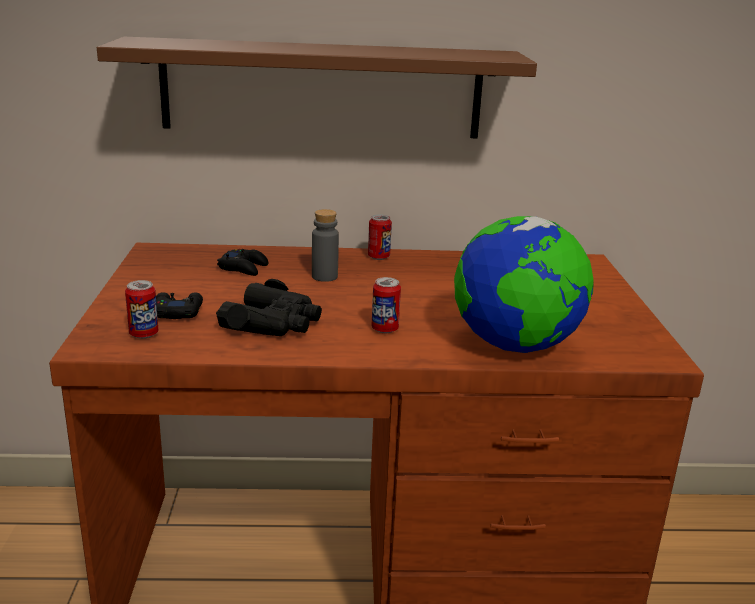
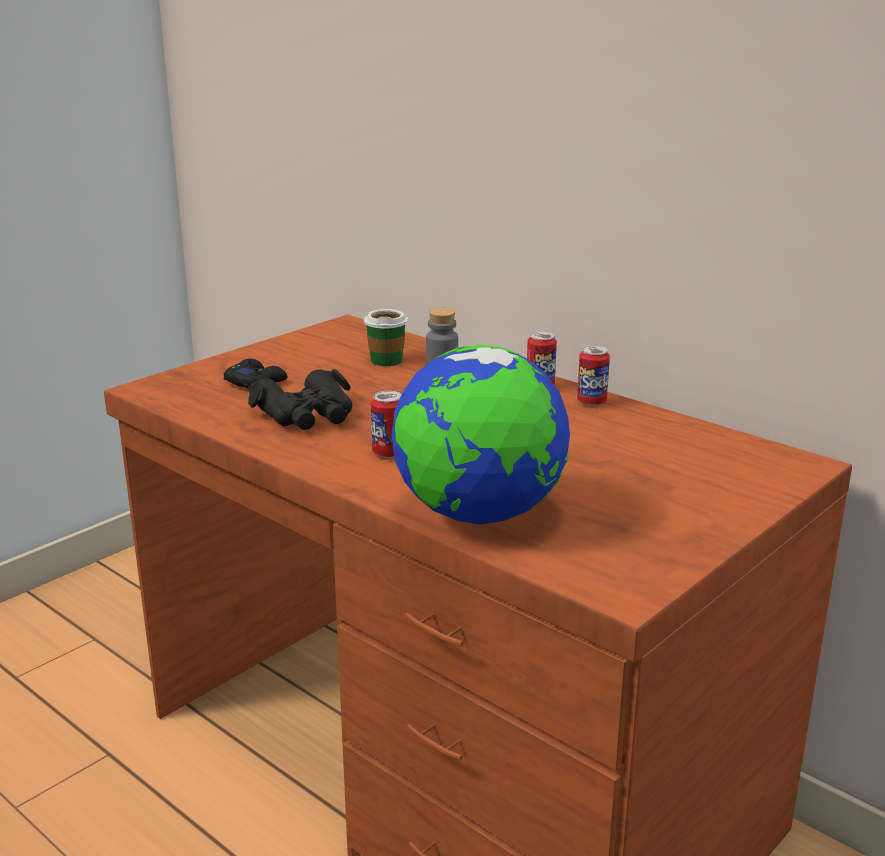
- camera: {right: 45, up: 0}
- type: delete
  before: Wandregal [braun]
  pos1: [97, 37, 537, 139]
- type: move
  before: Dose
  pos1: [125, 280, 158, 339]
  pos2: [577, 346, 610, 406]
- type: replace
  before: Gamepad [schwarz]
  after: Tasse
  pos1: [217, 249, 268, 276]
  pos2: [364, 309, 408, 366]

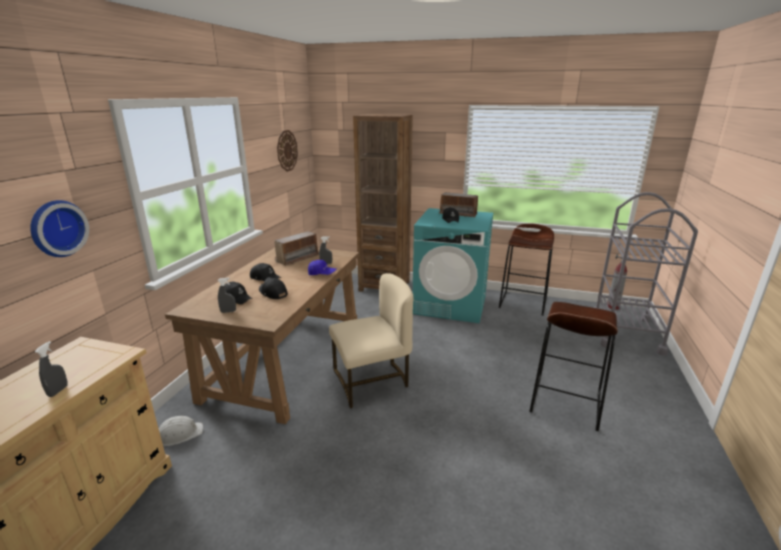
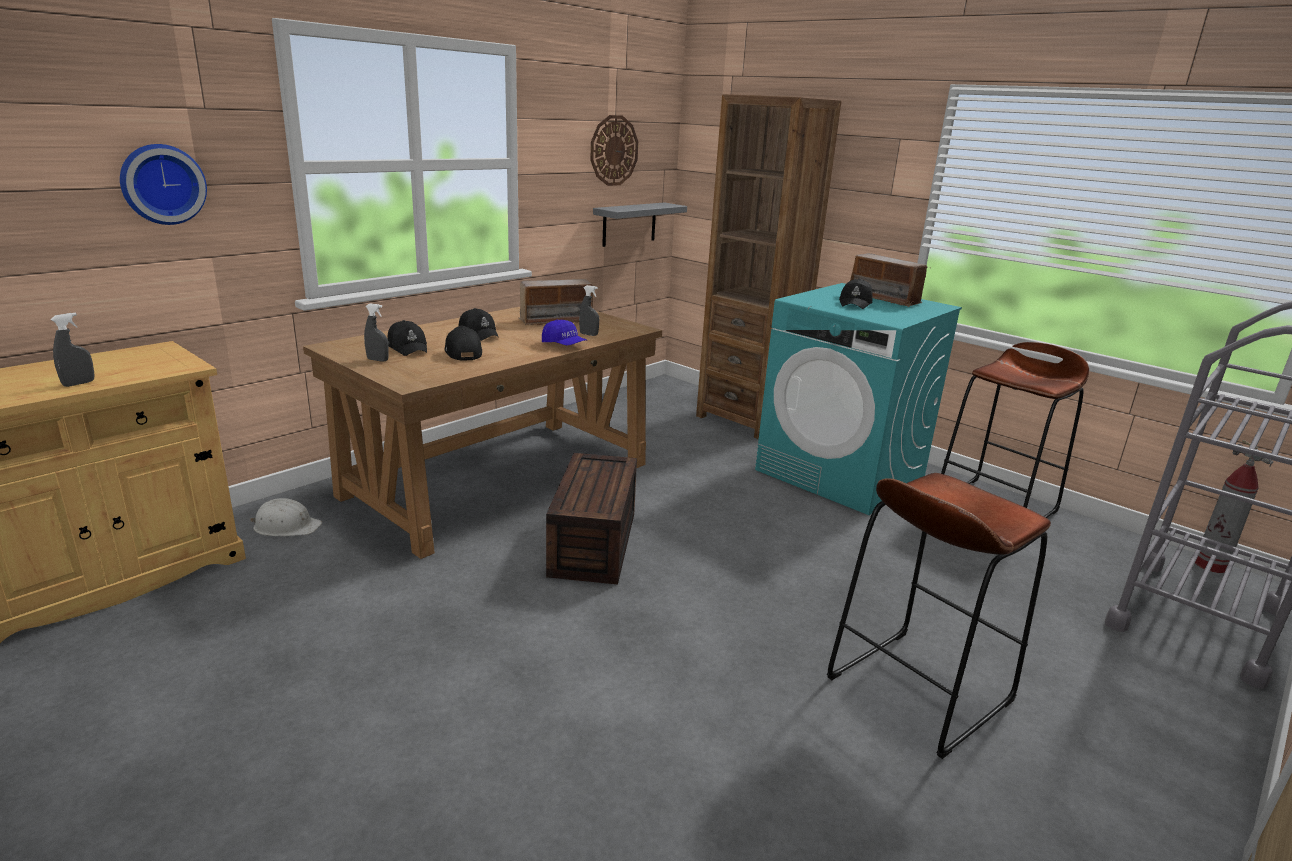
- camera: {right: 25, up: 0}
- type: replace
  before: Stuhl [beige]
  after: Aufbewahrungsbox [braun]
  pos1: [329, 273, 413, 408]
  pos2: [546, 453, 637, 584]
- type: insert
  after: Wandregal [grau]
  pos2: [593, 203, 687, 247]

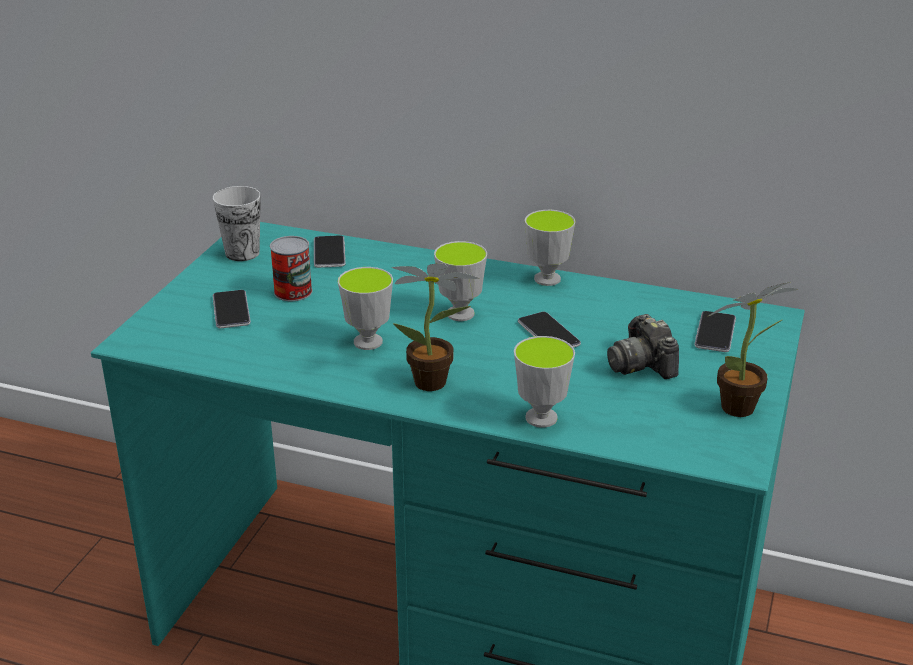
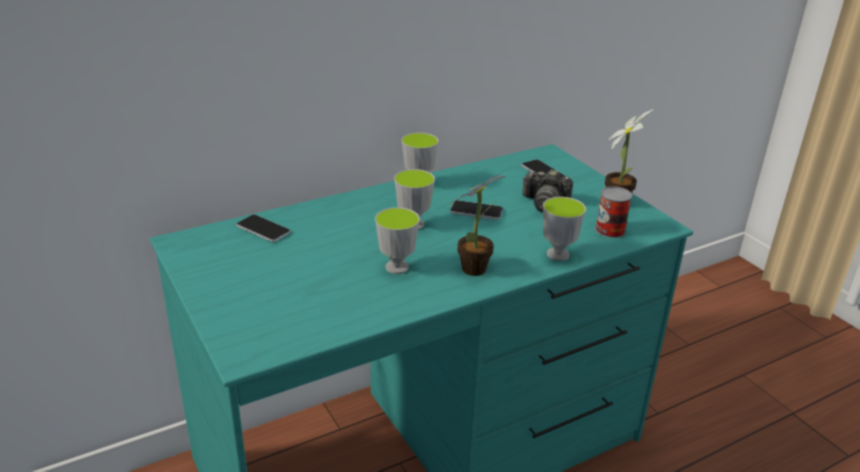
- camera: {right: -50, up: 0}
- type: delete
  before: Tasse
  pos1: [213, 186, 261, 261]
- type: delete
  before: Handy
  pos1: [213, 290, 251, 328]
- type: move
  before: Dose
  pos1: [270, 236, 312, 301]
  pos2: [595, 186, 632, 238]

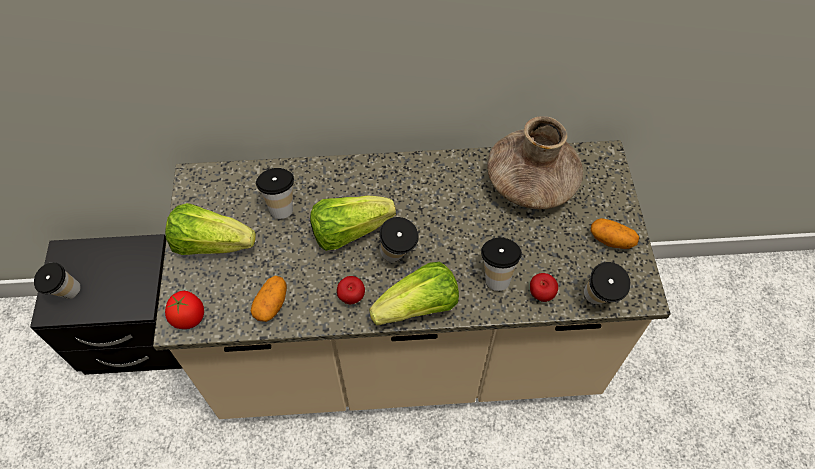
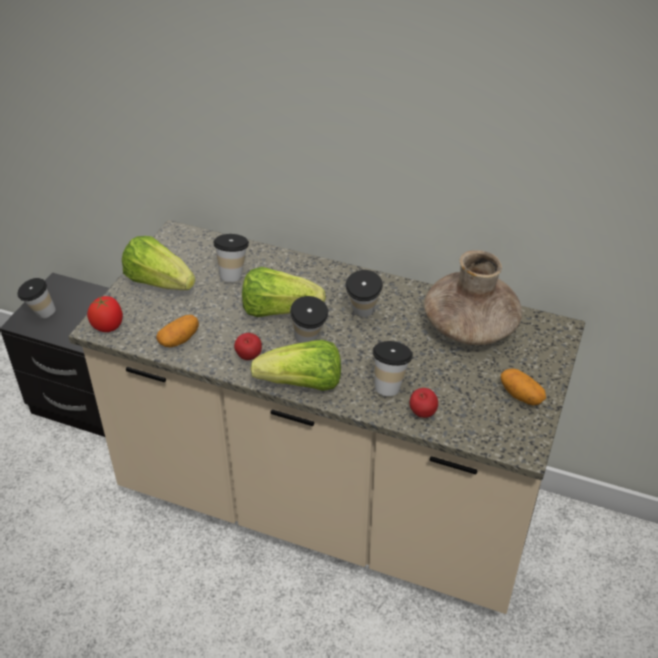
- camera: {right: 25, up: -15}
- type: move
  before: Tasse
  pos1: [584, 262, 631, 305]
  pos2: [345, 270, 383, 317]

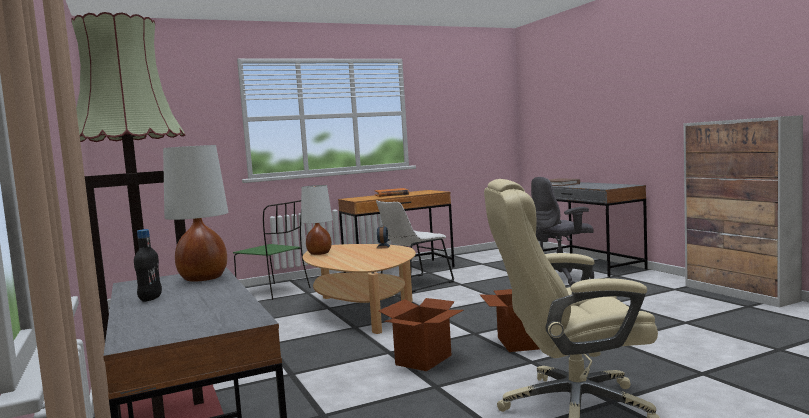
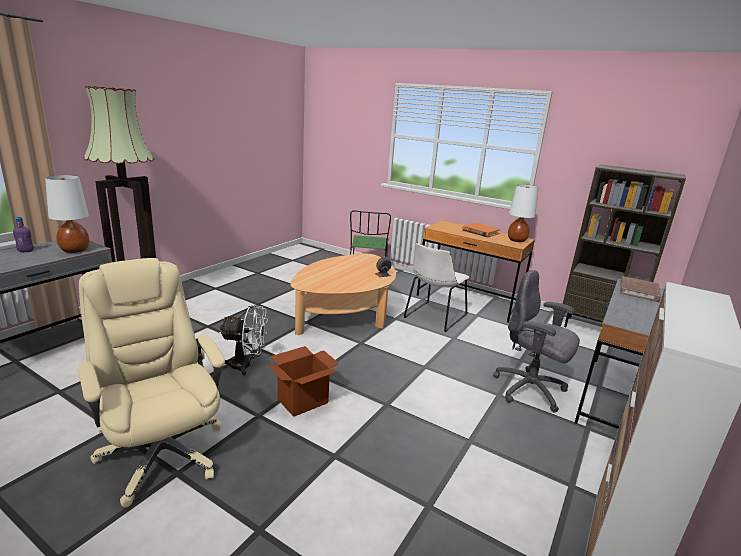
- camera: {right: 55, up: 15}
- type: recolor
  before: Flasche [schwarz]
  after: Flasche [lila]
  pos1: [134, 229, 162, 302]
  pos2: [13, 217, 34, 252]
- type: move
  before: Tischlampe [weiß]
  pos1: [301, 185, 333, 255]
  pos2: [508, 184, 539, 242]
- type: rotate
  before: Stuhl [weiß]
  pos1: [376, 200, 454, 293]
  pos2: [404, 243, 470, 332]
  turn: -75
- type: replace
  before: Karton
  after: Ventilator [weiß]
  pos1: [378, 298, 464, 371]
  pos2: [219, 305, 268, 375]
- type: insert
  after: Bücherregal [braun]
  pos2: [563, 164, 686, 327]

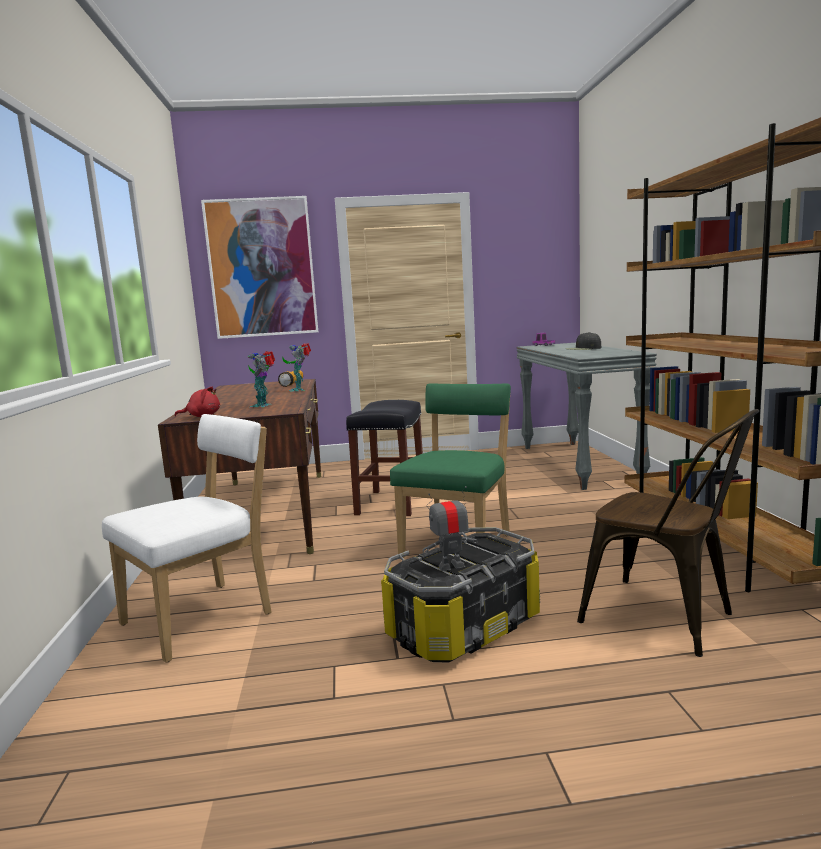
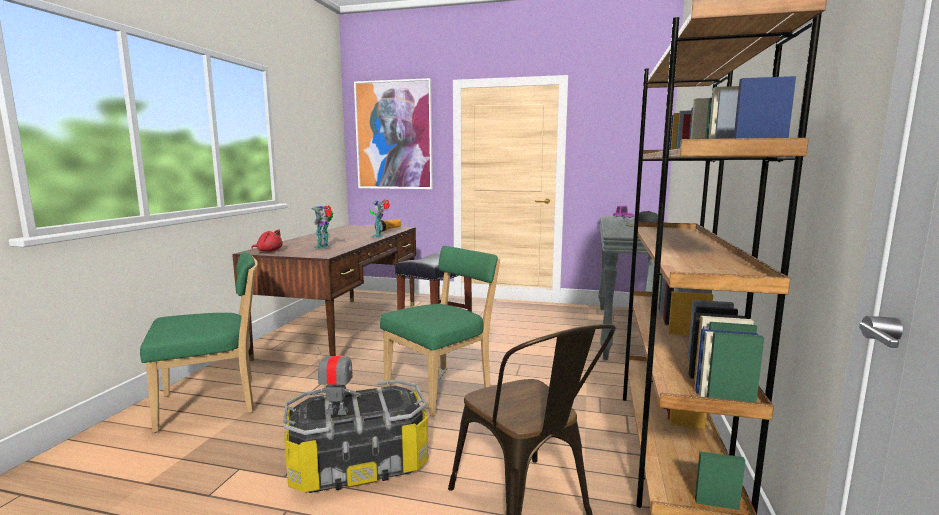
- camera: {right: 20, up: 0}
- type: recolor
  before: Stuhl [weiß]
  after: Stuhl [grün]
  pos1: [102, 414, 272, 663]
  pos2: [140, 252, 258, 433]

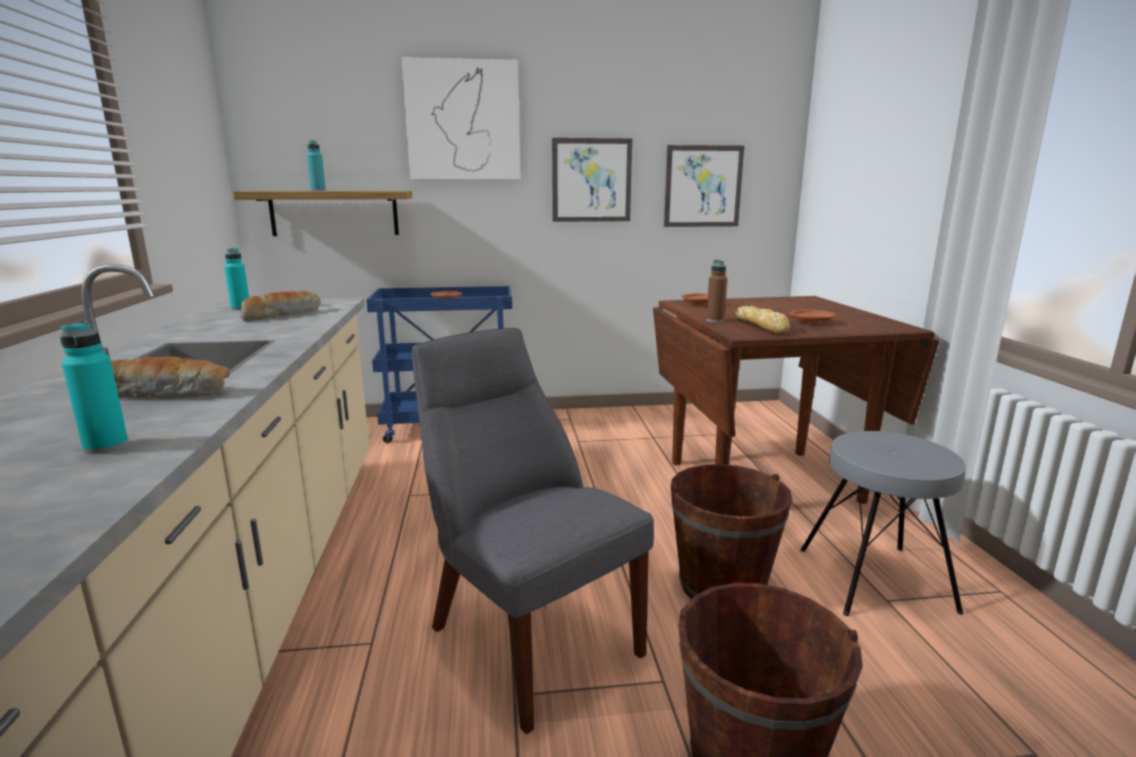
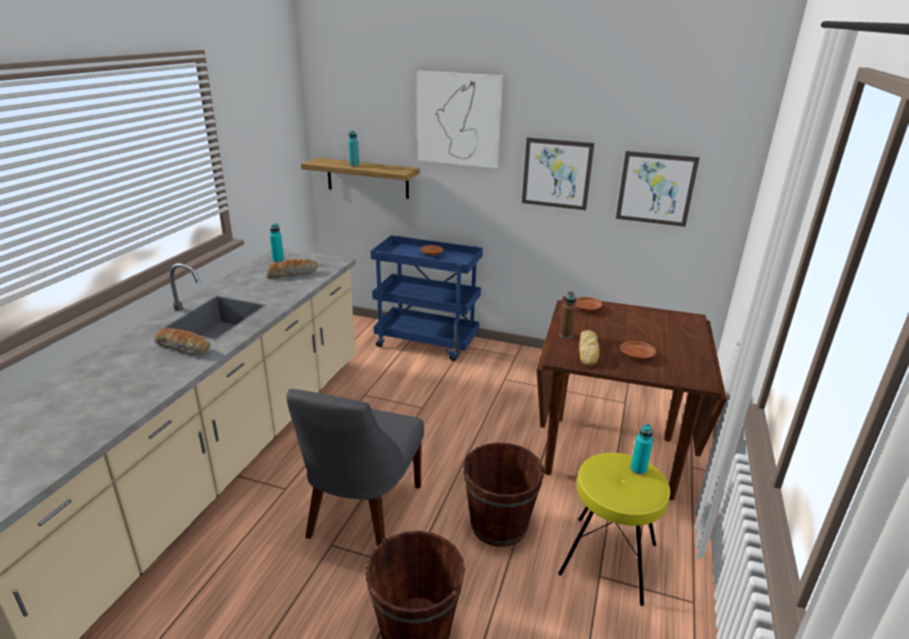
- camera: {right: 25, up: 10}
- type: move
  before: Flasche [türkis]
  pos1: [60, 322, 129, 454]
  pos2: [630, 423, 653, 475]
- type: rotate
  before: Stuhl [grau]
  pos1: [412, 328, 654, 734]
  pos2: [286, 389, 424, 546]
  turn: -150
- type: recolor
  before: Hocker [grau]
  after: Hocker [gelb]
  pos1: [800, 431, 966, 616]
  pos2: [558, 453, 670, 606]

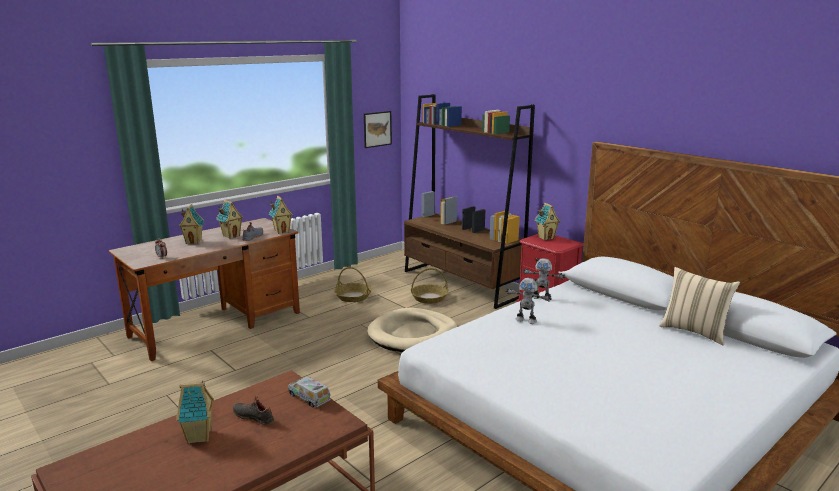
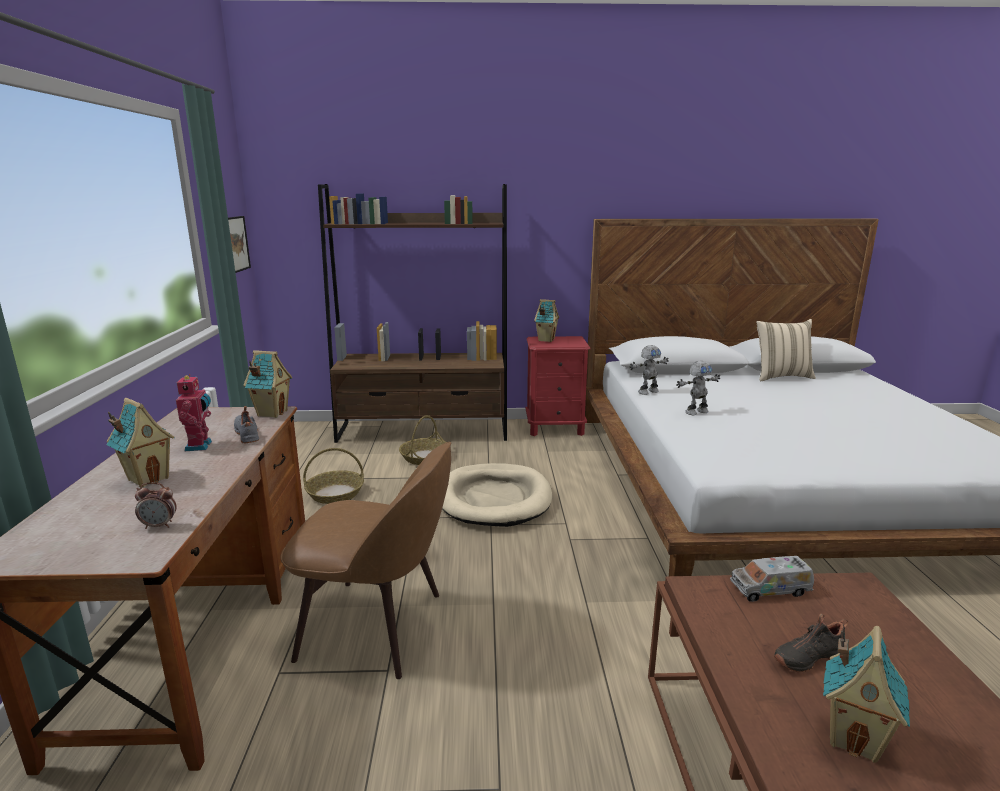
- camera: {right: -50, up: 0}
- type: replace
  before: Spielzeughaus
  after: Spielzeugroboter
  pos1: [216, 200, 244, 239]
  pos2: [176, 374, 212, 452]
- type: insert
  after: Stuhl [braun]
  pos2: [280, 442, 451, 679]

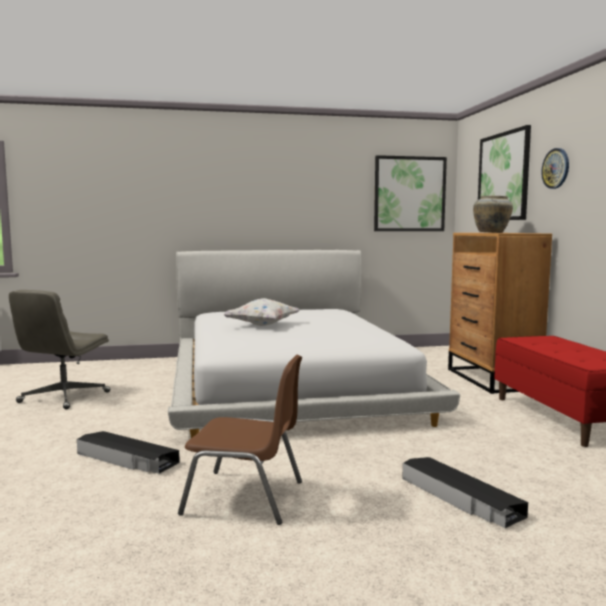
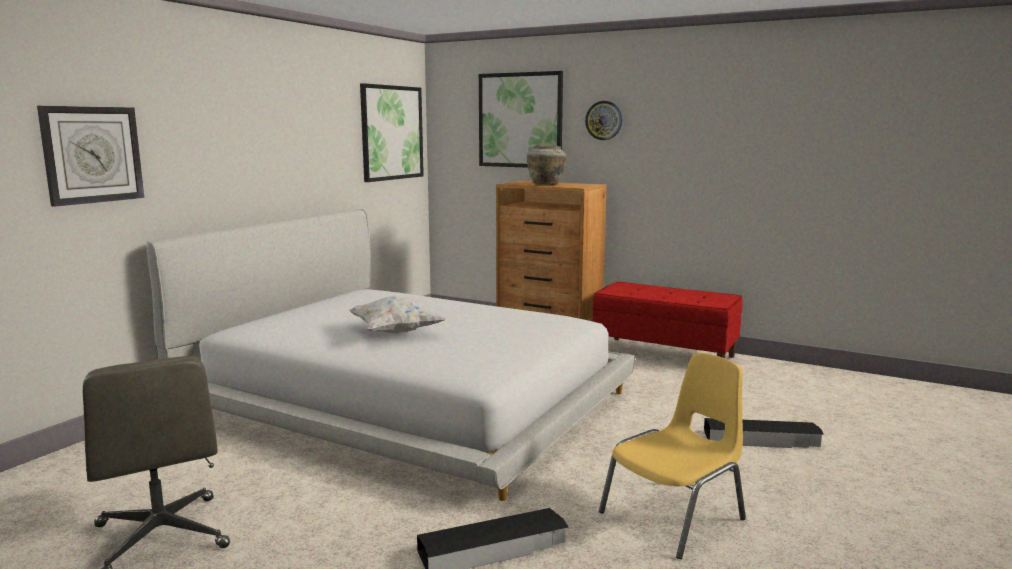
- camera: {right: -50, up: 5}
- type: recolor
  before: Stuhl [braun]
  after: Stuhl [gelb]
  pos1: [178, 355, 302, 525]
  pos2: [599, 353, 746, 559]
- type: insert
  after: Wanduhr
  pos2: [37, 106, 144, 207]

